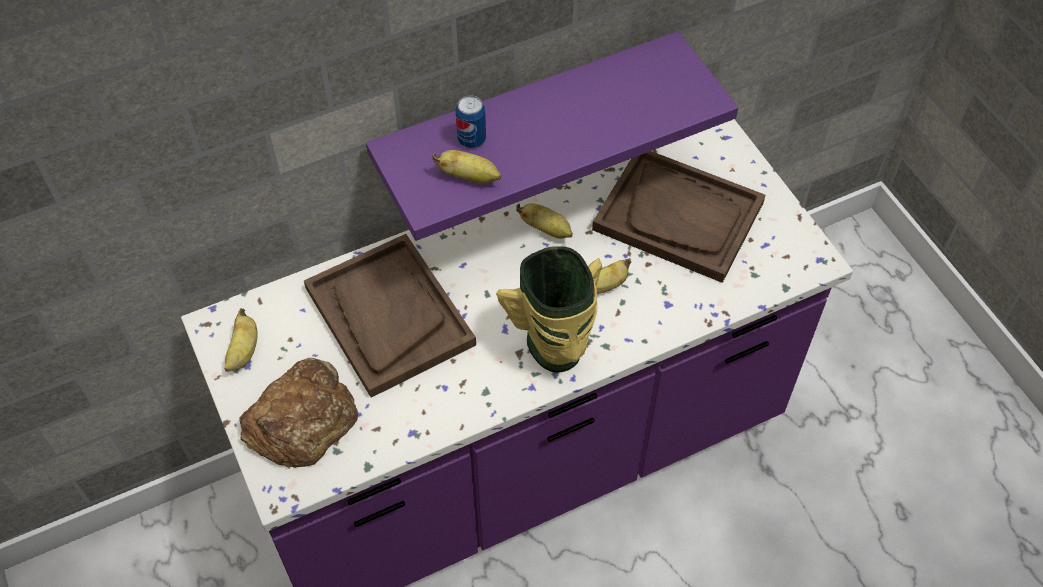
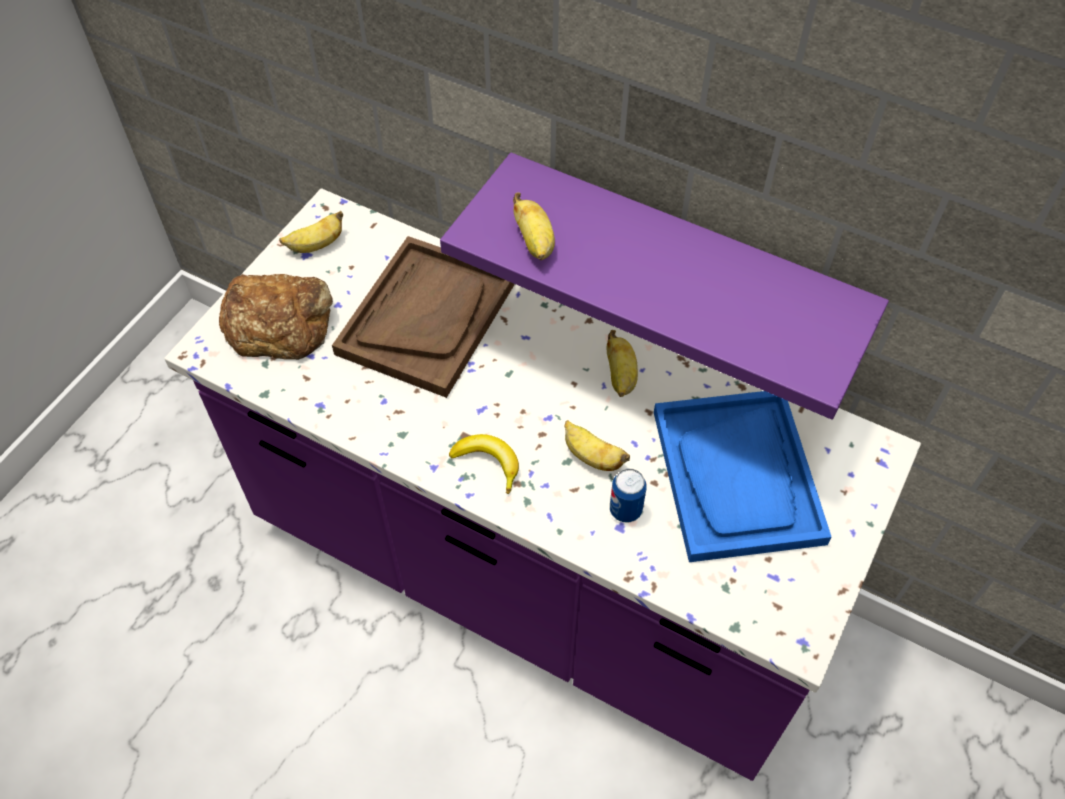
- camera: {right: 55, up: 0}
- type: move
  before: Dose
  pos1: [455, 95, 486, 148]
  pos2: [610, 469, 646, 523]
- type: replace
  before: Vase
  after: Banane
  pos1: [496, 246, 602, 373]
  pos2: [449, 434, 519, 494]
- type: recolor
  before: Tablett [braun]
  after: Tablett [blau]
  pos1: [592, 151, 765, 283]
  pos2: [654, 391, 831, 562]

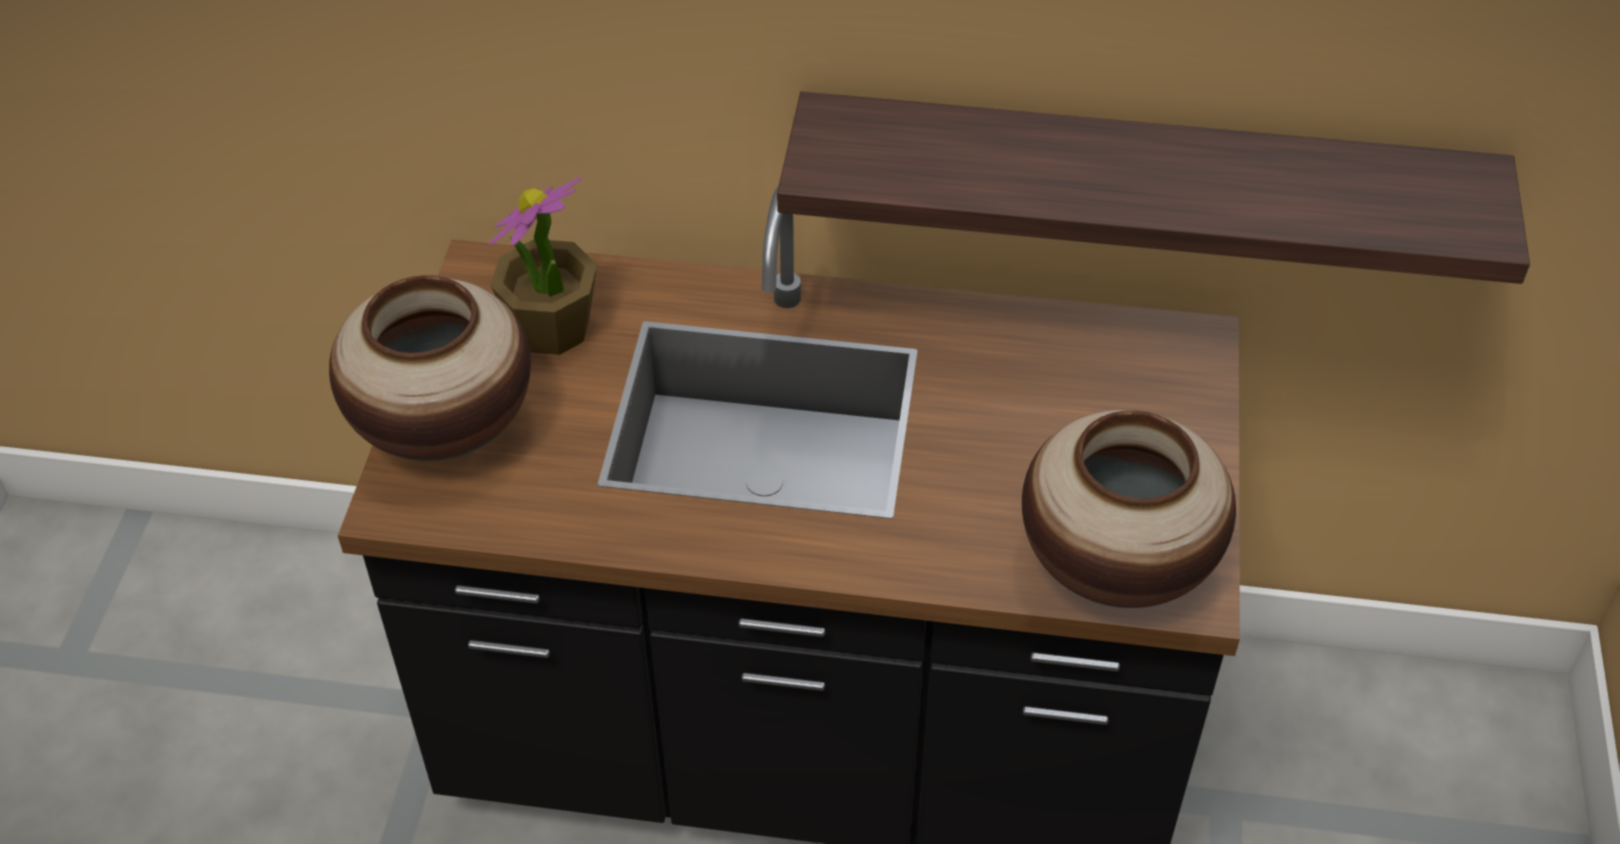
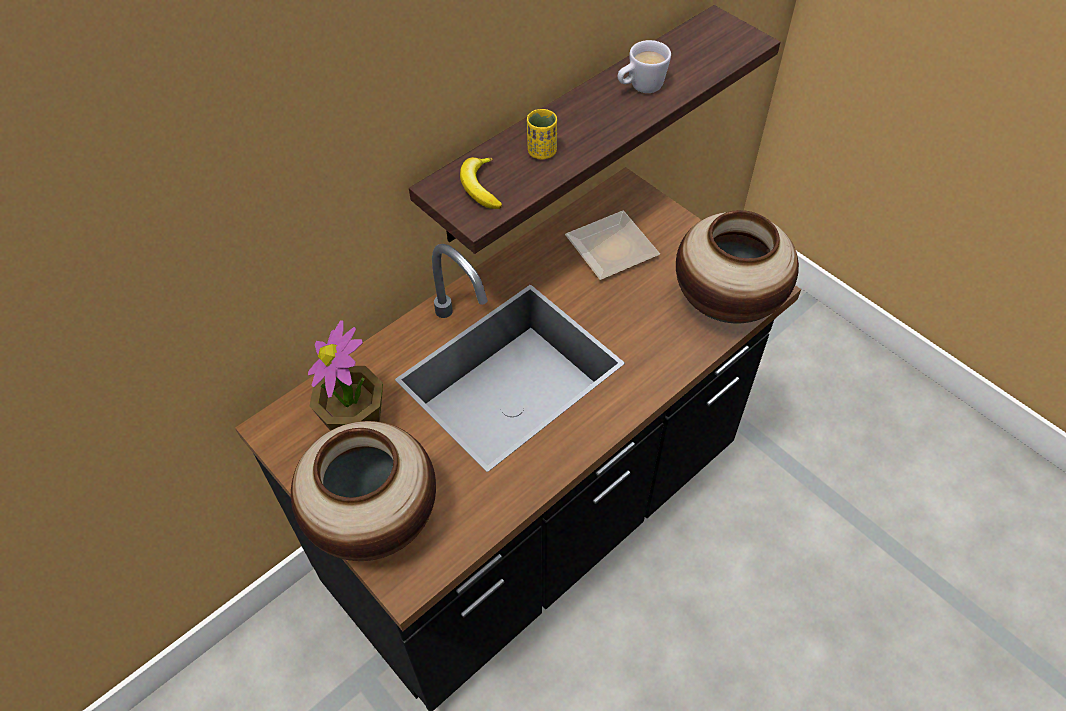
- camera: {right: -50, up: 5}
- type: insert
  after: Banane
  pos2: [460, 157, 502, 209]
- type: insert
  after: Tasse [gelb]
  pos2: [527, 109, 557, 160]
- type: insert
  after: Teller
  pos2: [565, 211, 660, 280]
- type: insert
  after: Henkelbecher [weiß]
  pos2: [618, 40, 671, 93]

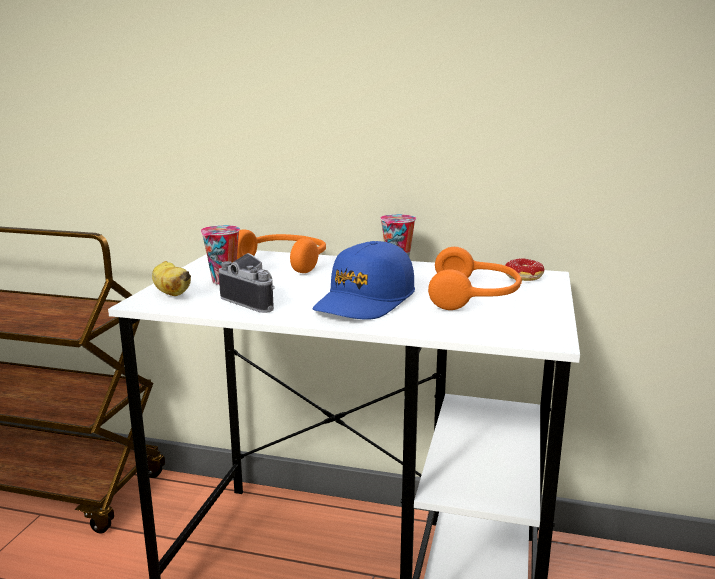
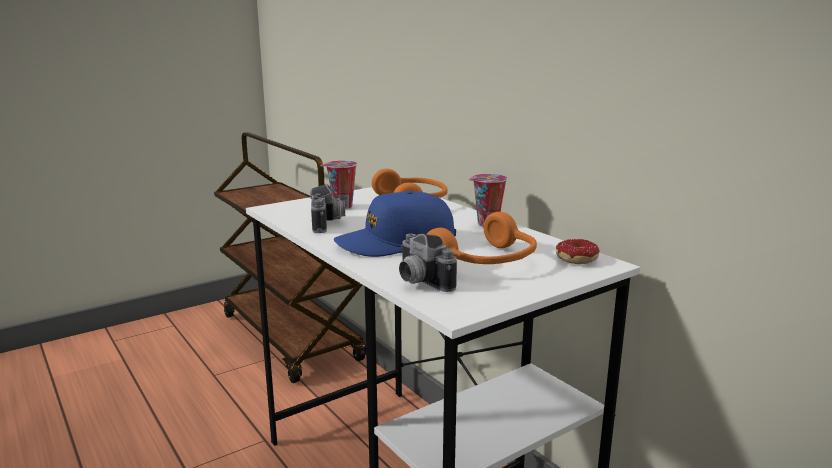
- camera: {right: 40, up: 0}
- type: delete
  before: Banane
  pos1: [152, 261, 191, 296]
- type: insert
  after: Kamera
  pos2: [399, 234, 457, 292]

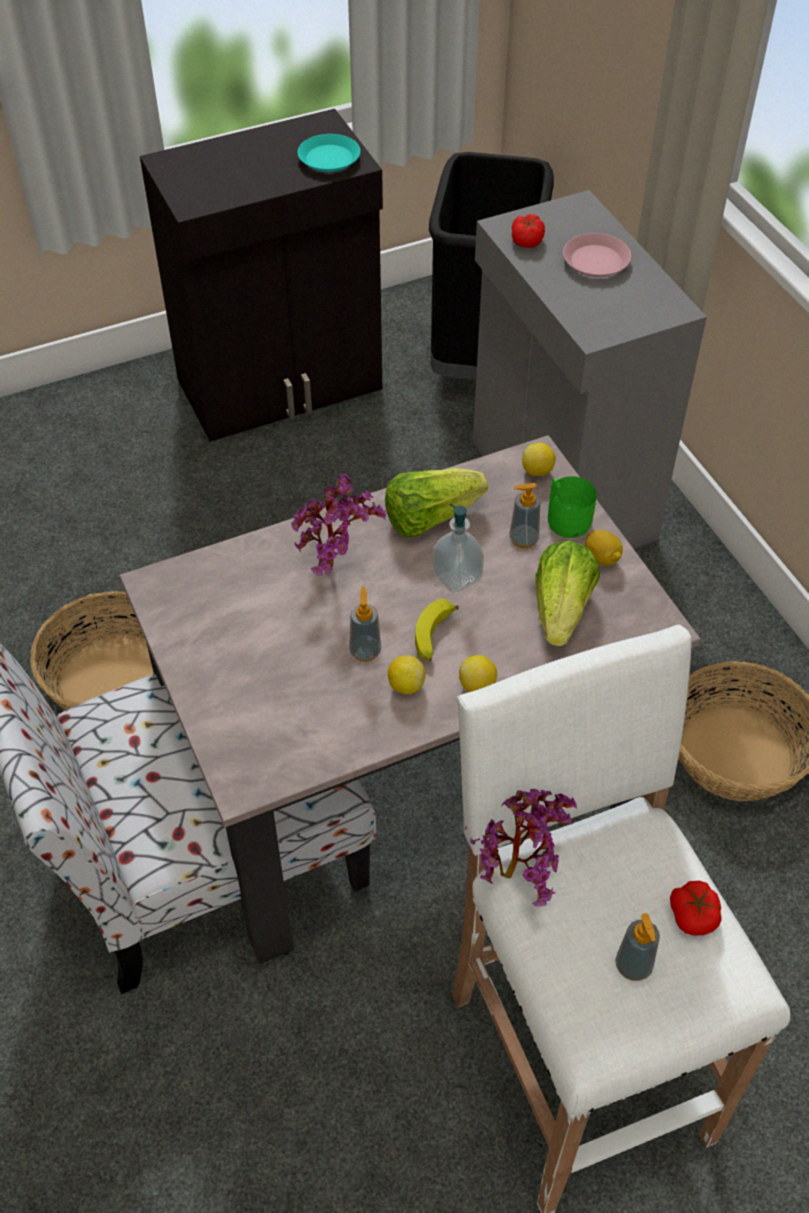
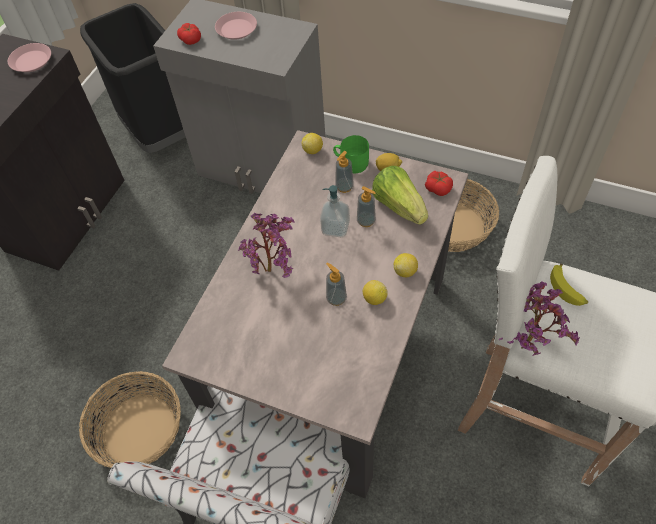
- camera: {right: -40, up: 5}
- type: recolor
  before: Teller [türkis]
  after: Teller [rosa]
  pos1: [298, 134, 360, 172]
  pos2: [8, 43, 51, 72]
- type: delete
  before: Salatkopf
  pos1: [385, 468, 488, 537]
- type: move
  before: Banane
  pos1: [415, 599, 459, 661]
  pos2: [550, 263, 588, 306]
- type: move
  before: Seifenspender
  pos1: [615, 913, 660, 981]
  pos2: [357, 186, 376, 227]
- type: move
  before: Tomate
  pos1: [670, 881, 722, 936]
  pos2: [425, 171, 453, 196]

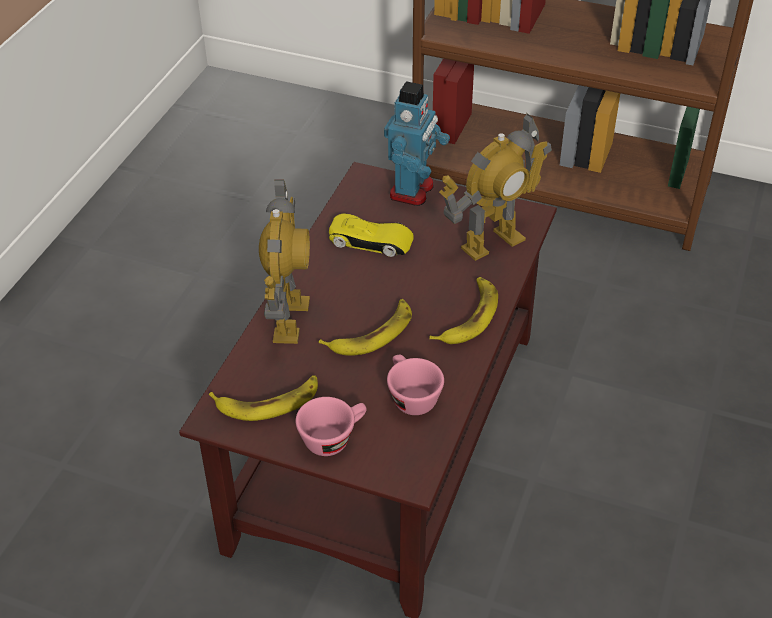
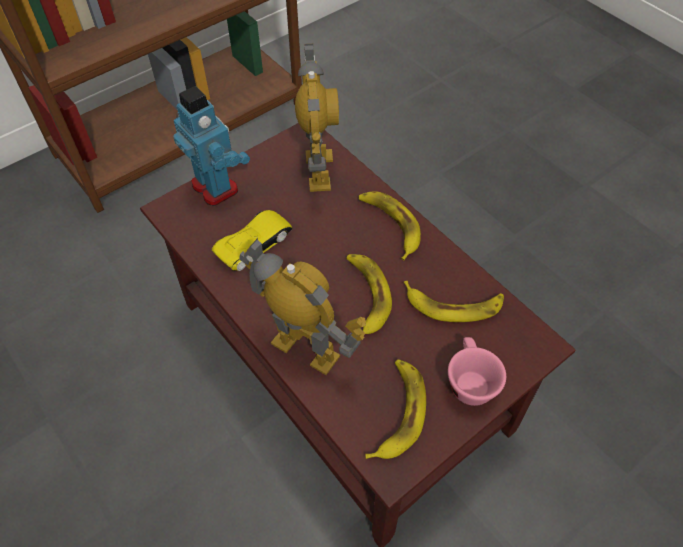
- camera: {right: -60, up: 10}
- type: replace
  before: Tasse [rosa]
  after: Banane
  pos1: [387, 355, 444, 415]
  pos2: [404, 281, 504, 322]

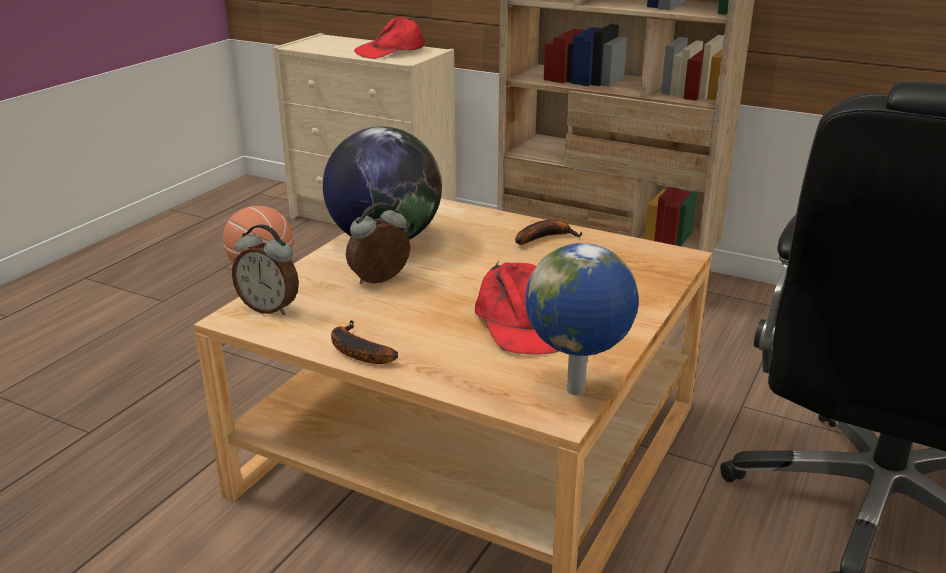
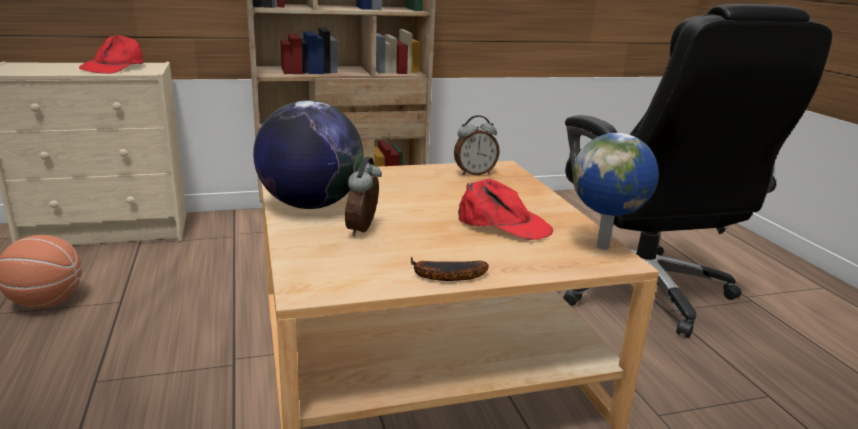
- camera: {right: -45, up: -5}
- type: move
  before: Wecker
  pos1: [232, 224, 299, 315]
  pos2: [454, 115, 500, 175]
- type: delete
  before: Banane
  pos1: [515, 220, 582, 245]

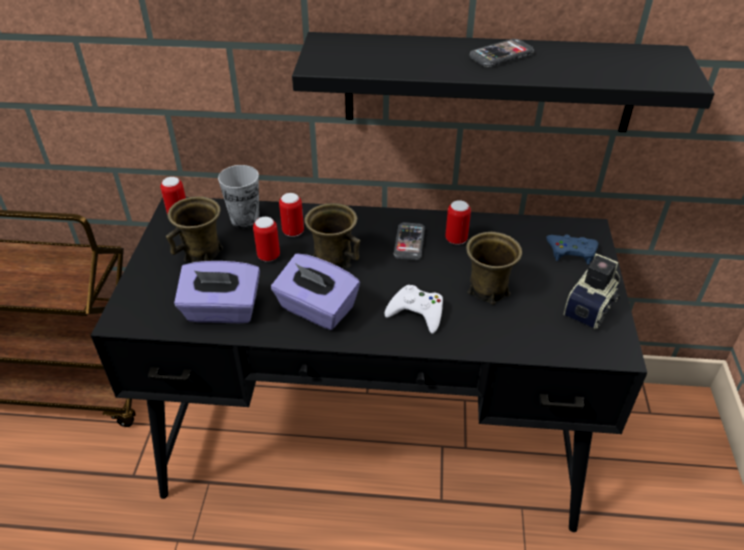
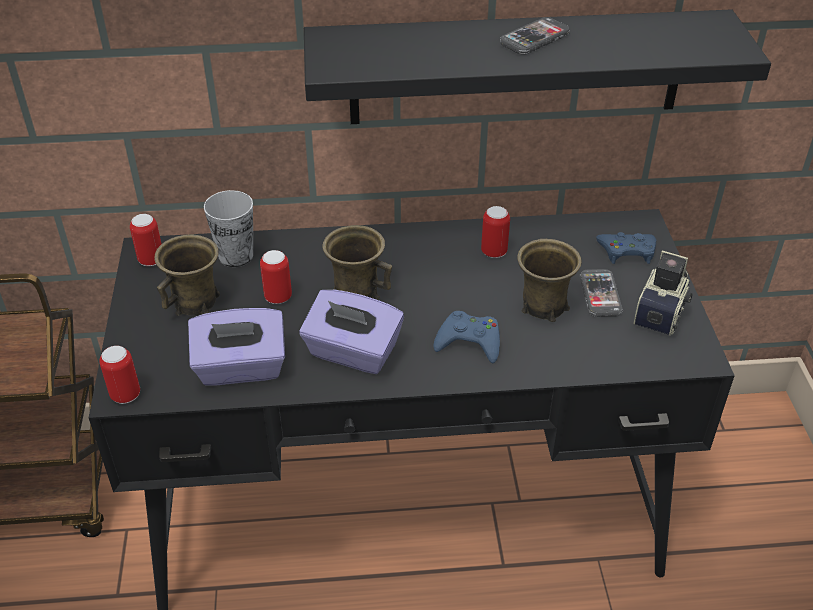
- camera: {right: -10, up: 0}
- type: move
  before: Dose
  pos1: [279, 193, 304, 237]
  pos2: [99, 346, 140, 404]
- type: recolor
  before: Gamepad [weiß]
  after: Gamepad [blau]
  pos1: [384, 285, 443, 334]
  pos2: [433, 311, 500, 363]
- type: move
  before: Handy
  pos1: [393, 222, 425, 261]
  pos2: [580, 269, 623, 317]

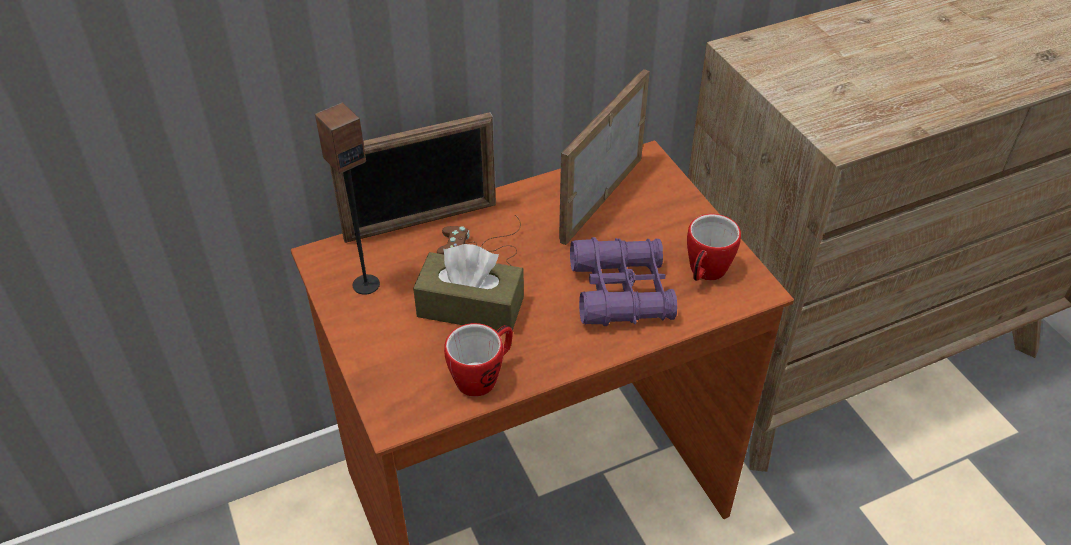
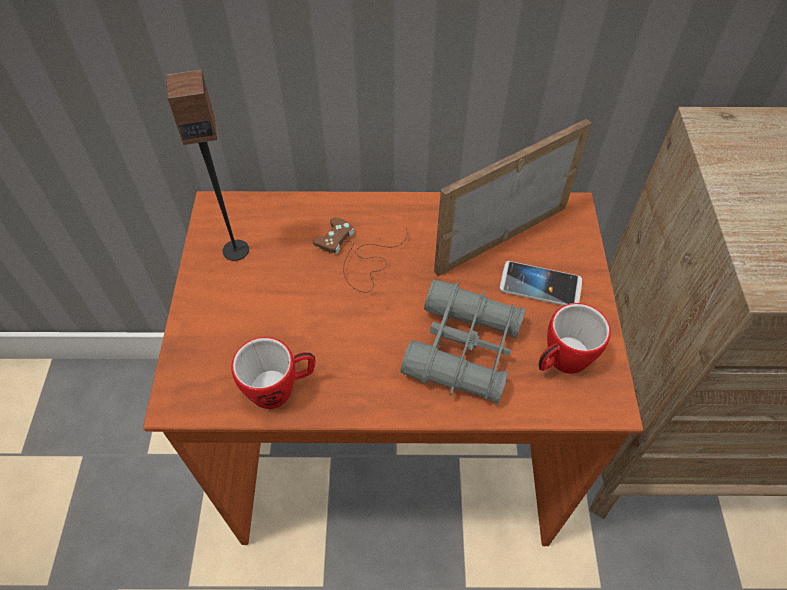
- camera: {right: 25, up: 10}
- type: delete
  before: Bilderrahmen
  pos1: [330, 112, 496, 243]
- type: delete
  before: Taschentuchbox [braun]
  pos1: [413, 244, 524, 333]
- type: recolor
  before: Fernglas [lila]
  after: Fernglas [grau]
  pos1: [570, 237, 677, 326]
  pos2: [400, 279, 526, 404]
- type: insert
  after: Handy
  pos2: [499, 261, 582, 306]

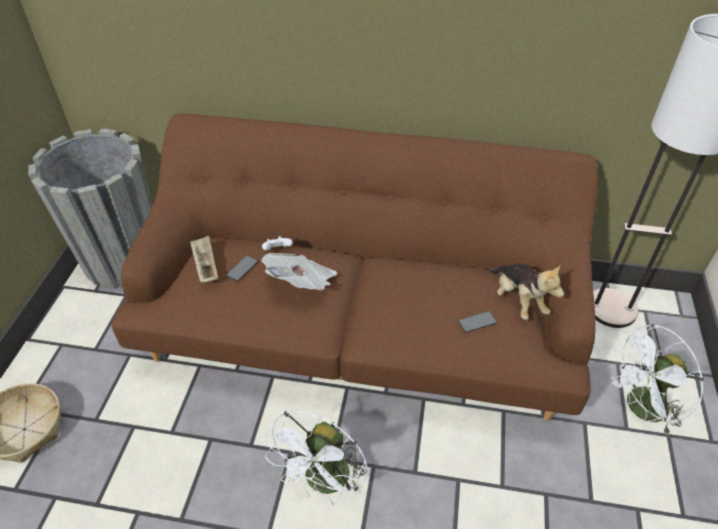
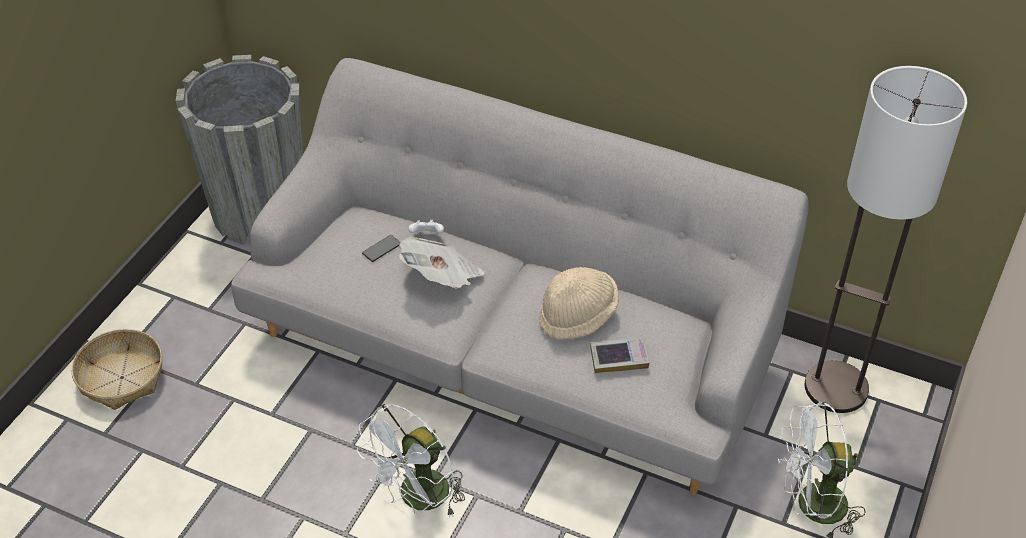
- camera: {right: 15, up: 0}
- type: recolor
  before: Sofa [braun]
  after: Sofa [grau]
  pos1: [112, 114, 598, 421]
  pos2: [231, 58, 808, 494]
- type: delete
  before: Tablett [beige]
  pos1: [190, 235, 218, 282]
- type: replace
  before: Handy
  after: Buch
  pos1: [458, 311, 497, 333]
  pos2: [590, 337, 650, 373]
- type: delete
  before: Plüschtier
  pos1: [488, 264, 564, 320]
- type: insert
  after: Hut [beige]
  pos2: [539, 267, 619, 340]

